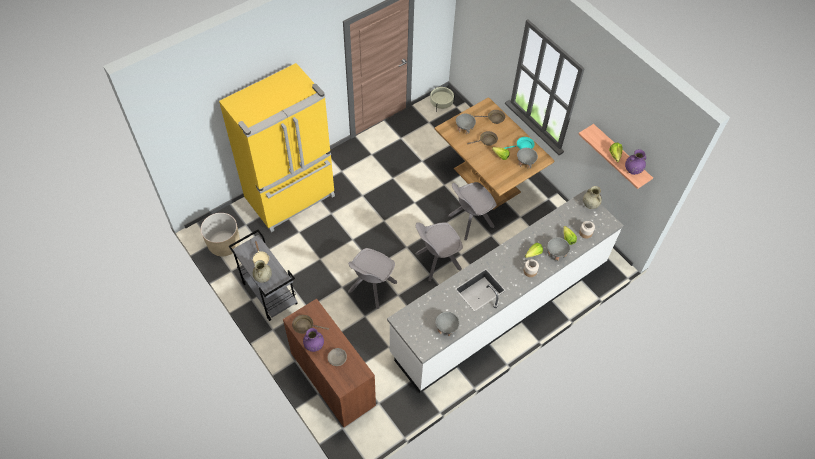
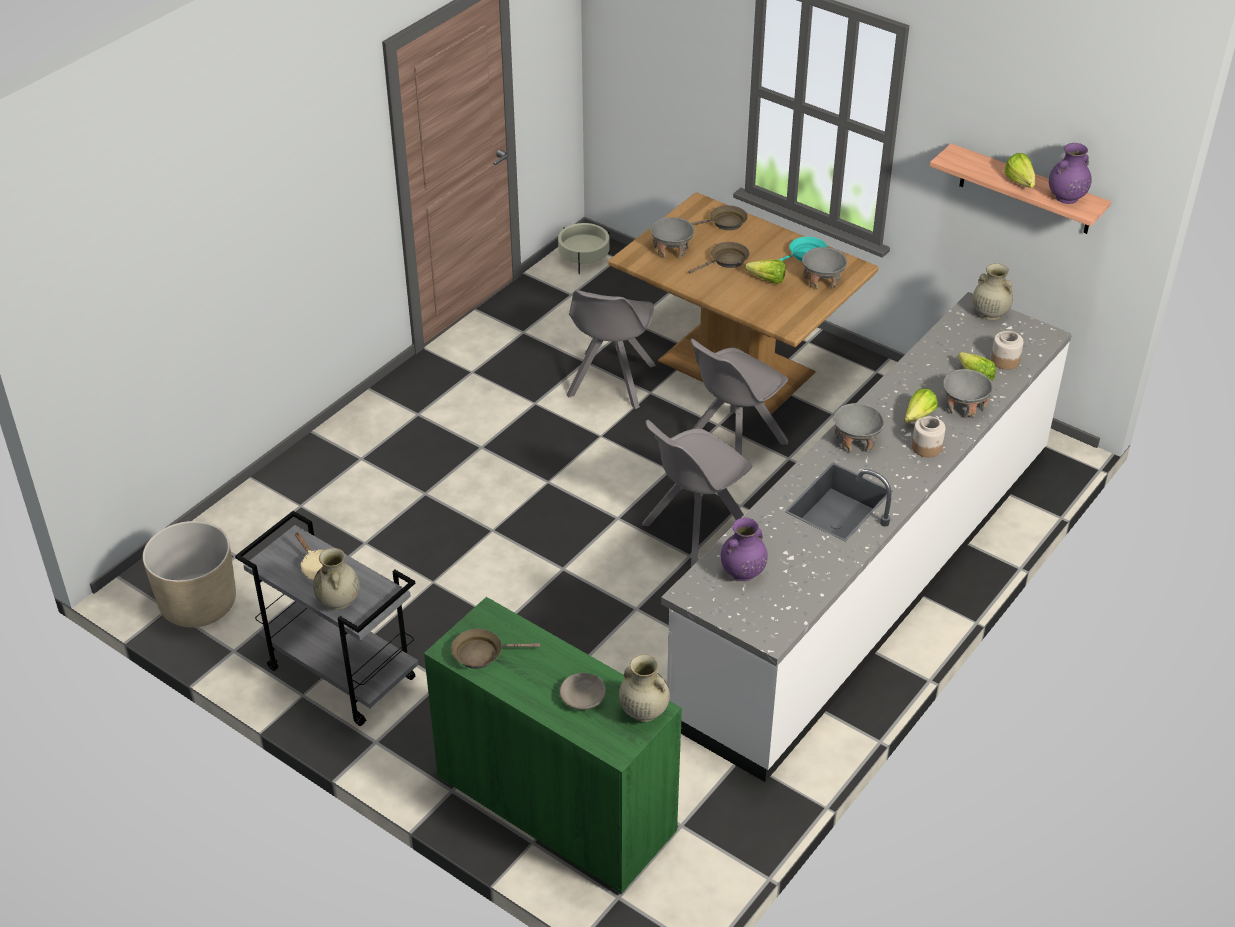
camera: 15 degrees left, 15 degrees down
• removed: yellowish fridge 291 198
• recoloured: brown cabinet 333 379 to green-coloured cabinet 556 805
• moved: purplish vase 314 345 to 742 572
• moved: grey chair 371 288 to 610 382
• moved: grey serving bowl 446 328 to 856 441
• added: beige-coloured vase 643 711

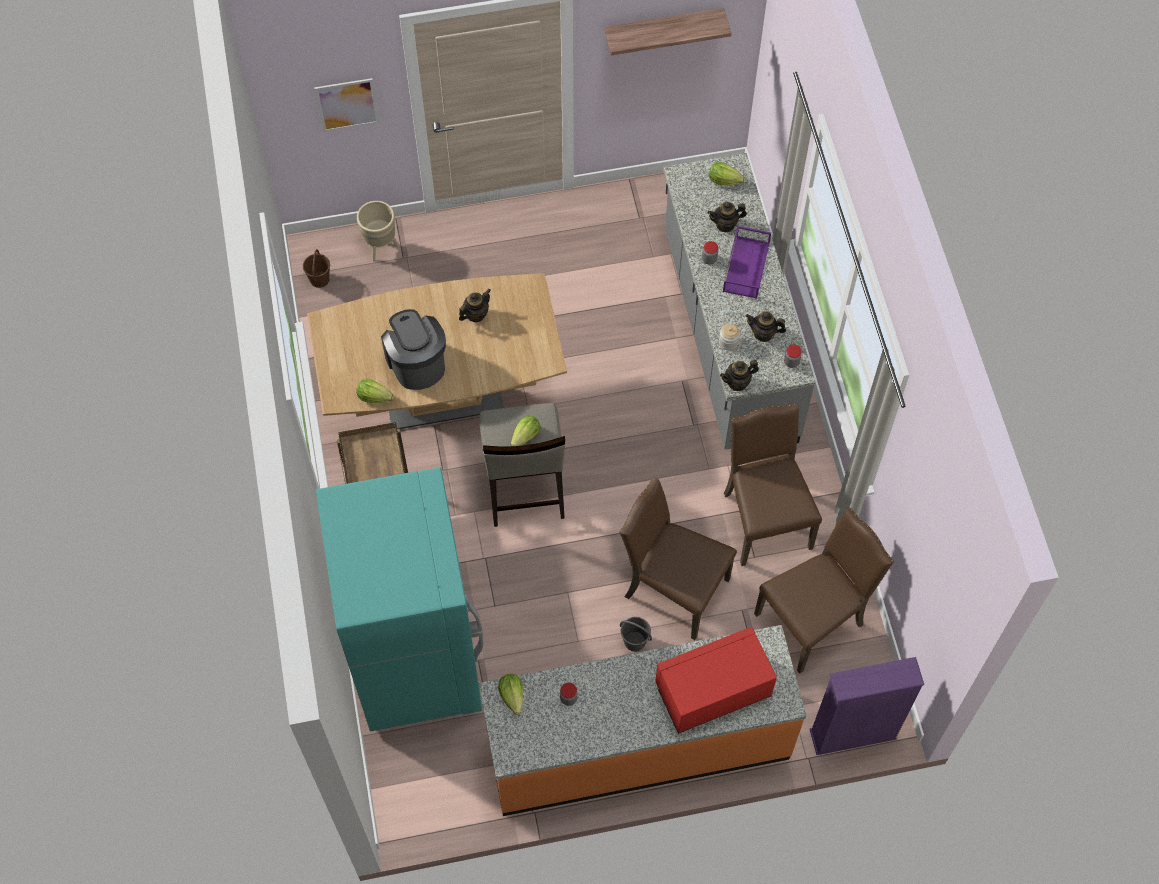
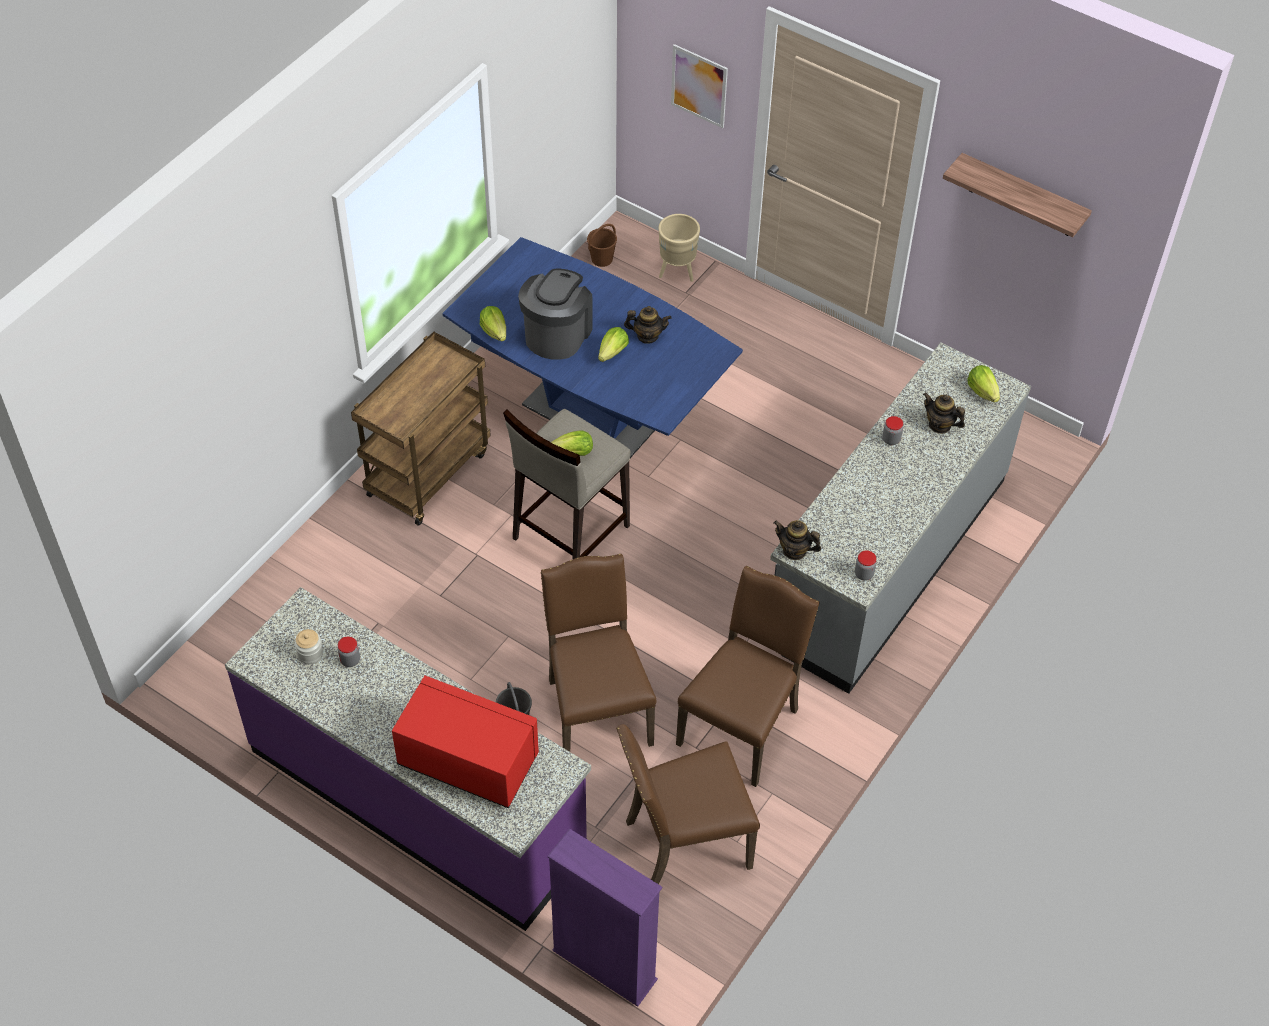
camera: 45 degrees right, 10 degrees down
• recoloured: brown kitchen table 443 396 to blue kitchen table 592 414
• removed: blue-green fridge 416 660
• recoloured: orange-coloured kitchen base unit 637 744 to purplish kitchen base unit 418 799
• moved: head of lettuce 512 695 to 613 352
• moved: preserve jar 728 342 to 310 654
• removed: purplish serving tray 745 266
• removed: tea pot 763 334
• turned: brown chair 812 620 = 684 842 150 degrees clockwise

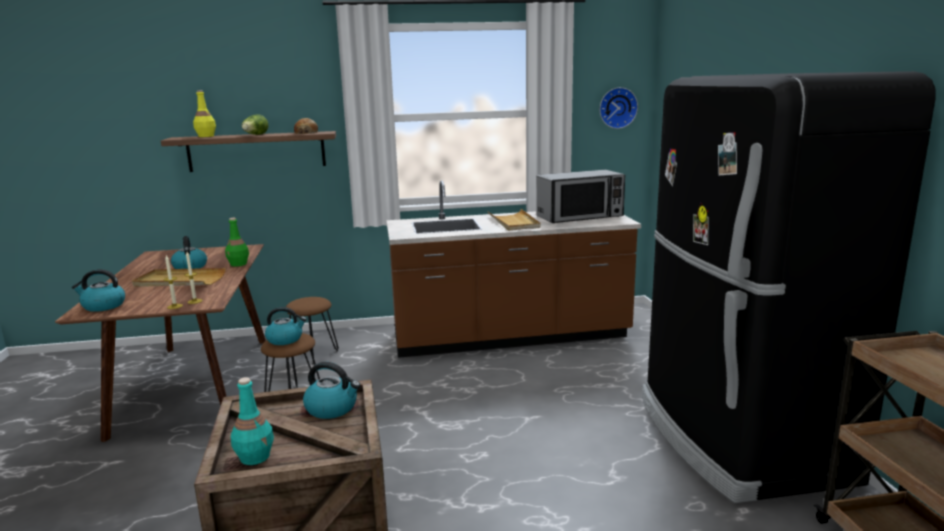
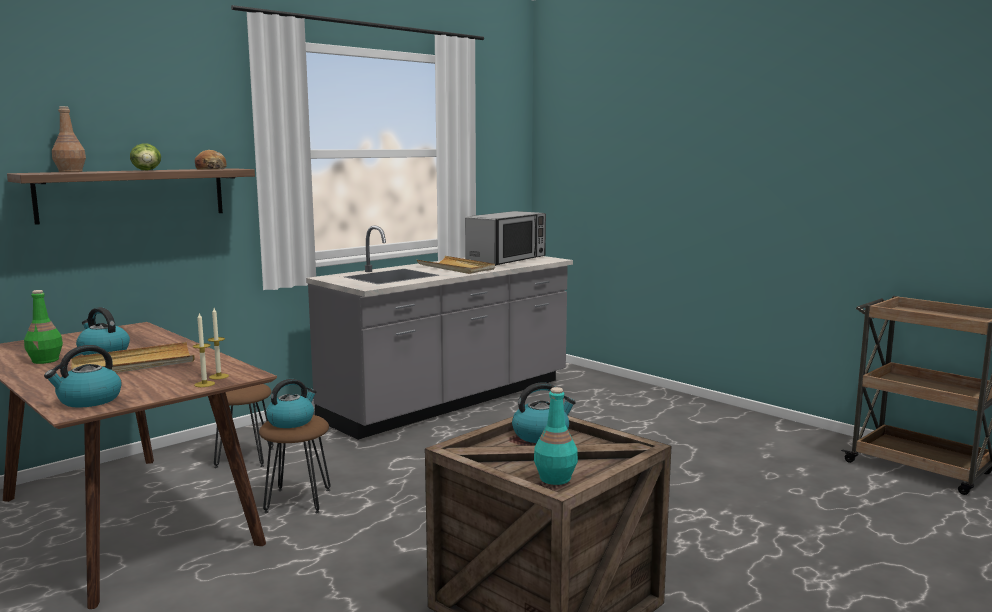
camera: 35 degrees left, 5 degrees down
• recoloured: yellowish beverage bottle 206 136 to brown beverage bottle 70 172
• moved: green-coloured beverage bottle 239 264 to 46 360
• recoloured: brown kitchen base unit 510 337 to grey kitchen base unit 450 400
• removed: clock on the wall 617 108
• removed: black fridge 737 438

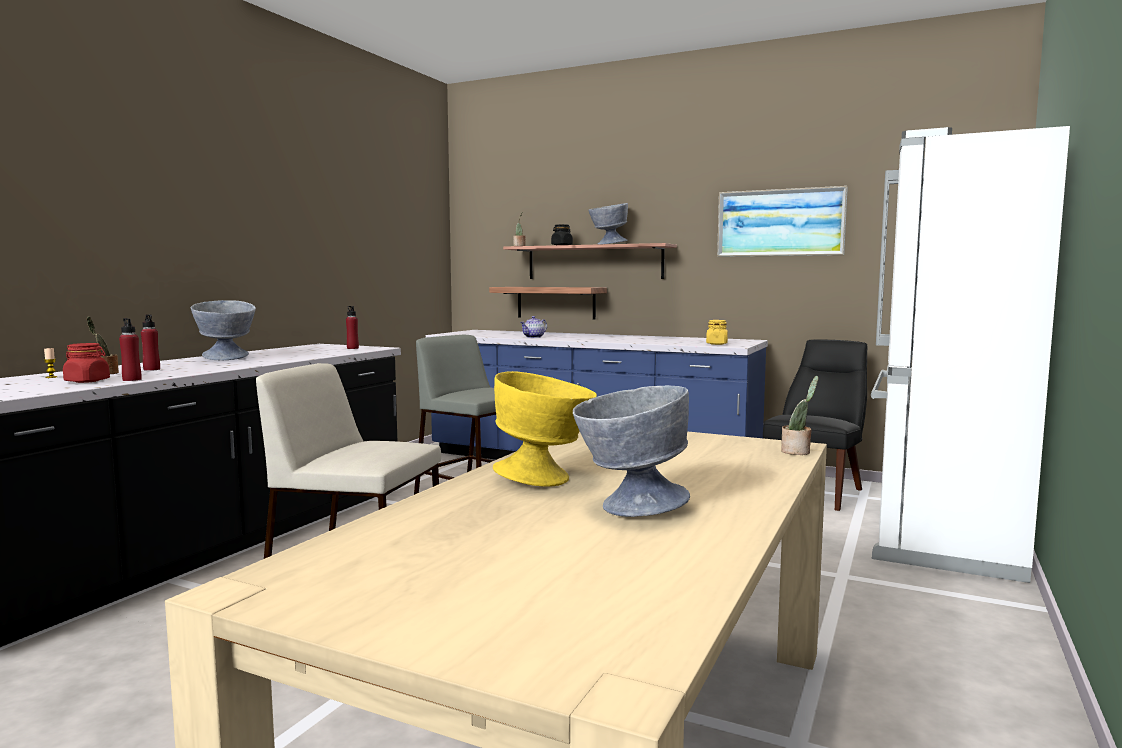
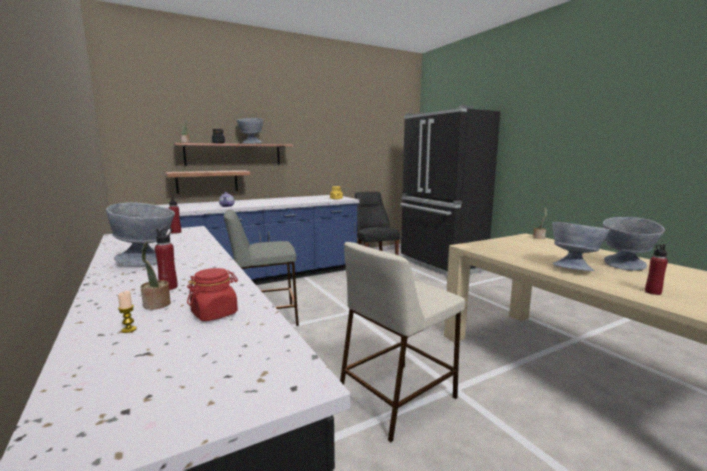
camera: 55 degrees left, 5 degrees up
• moved: reddish beverage bottle 132 379 to 653 292
• recoloured: yellowish serving bowl 545 479 to grey serving bowl 574 268
• removed: wall art 780 223
• recoloured: white fridge 940 538 to black fridge 440 265

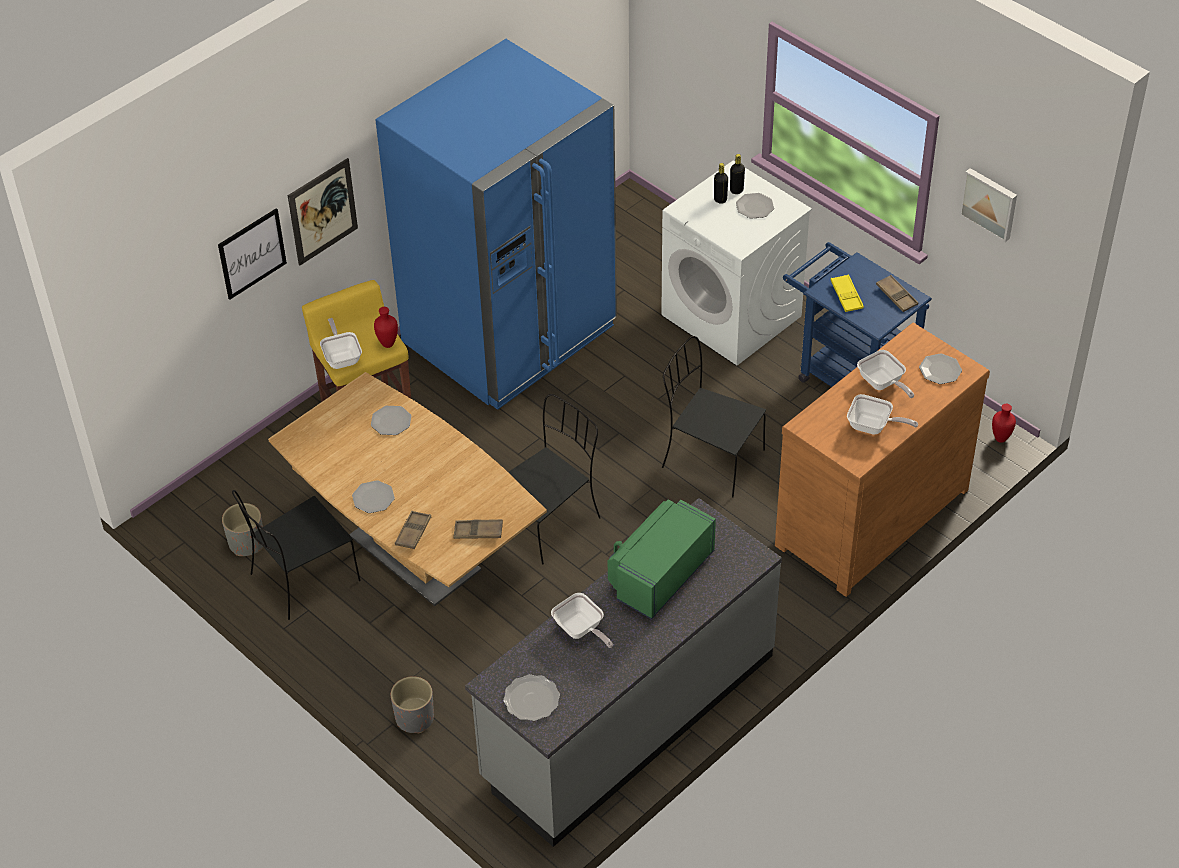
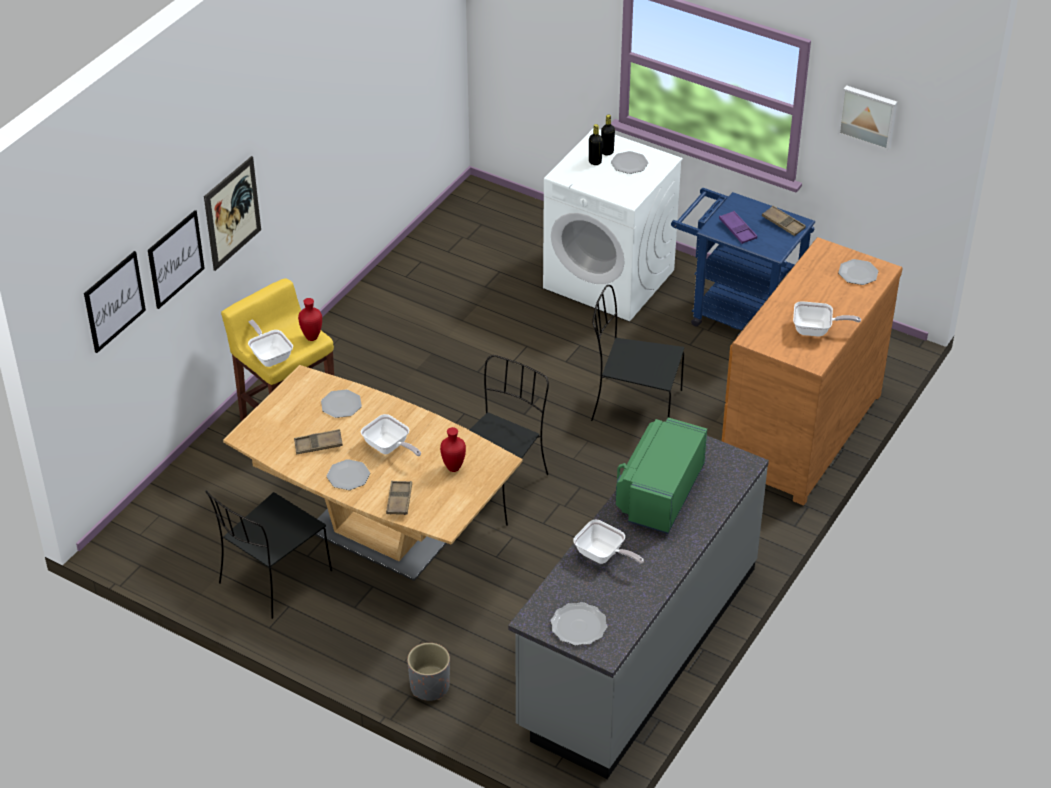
camera: 15 degrees left, 5 degrees down
• removed: grey planter 246 543
• removed: blue fridge 509 335
• moved: brown serving tray 478 532 to 318 445
• recoloured: yellowish serving tray 846 296 to purplish serving tray 737 230
• moved: frying pan 882 384 to 389 448
• moved: reddish vase 1000 439 to 452 468
• added: wall art 114 301

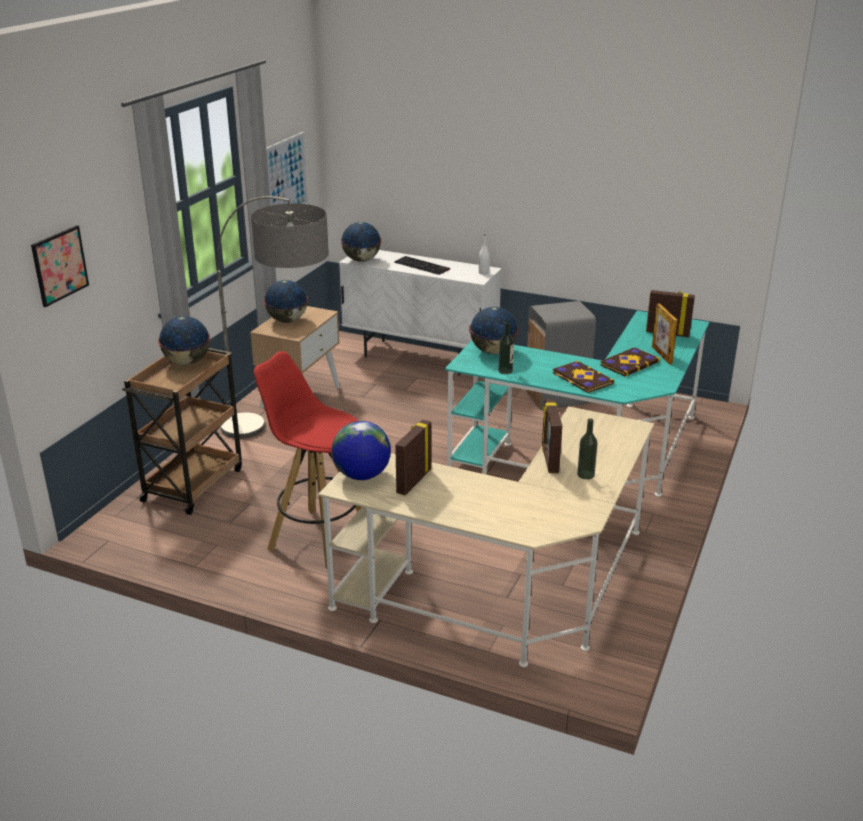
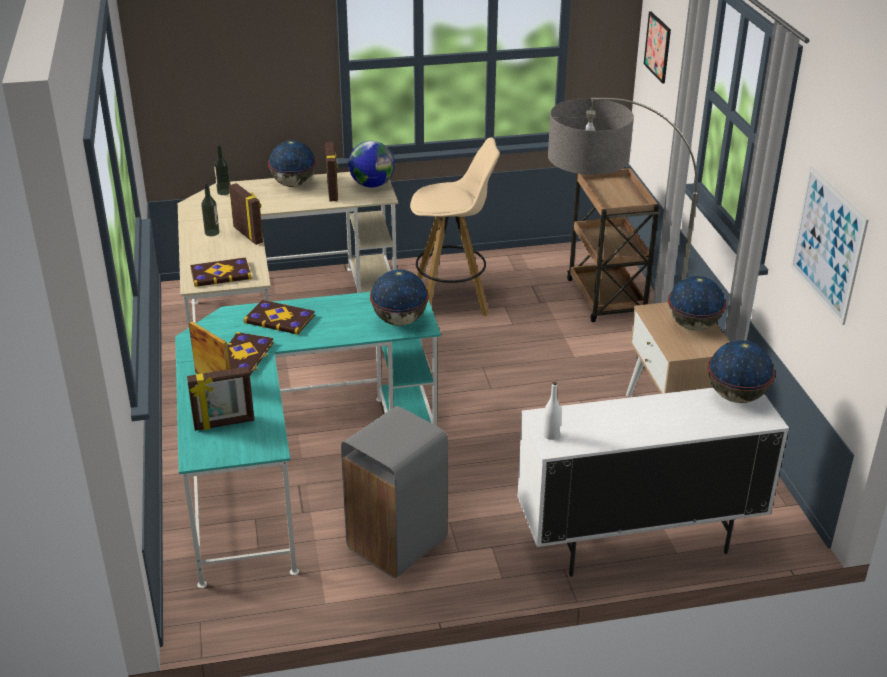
camera: 145 degrees right, 5 degrees up
• moved: desk globe 187 362 to 293 184
• recoloured: reddish stool 318 538 to beige-coloured stool 452 299
• removed: keyboard 423 266
• moved: beverage bottle 505 371 to 224 192
• added: volume 220 274

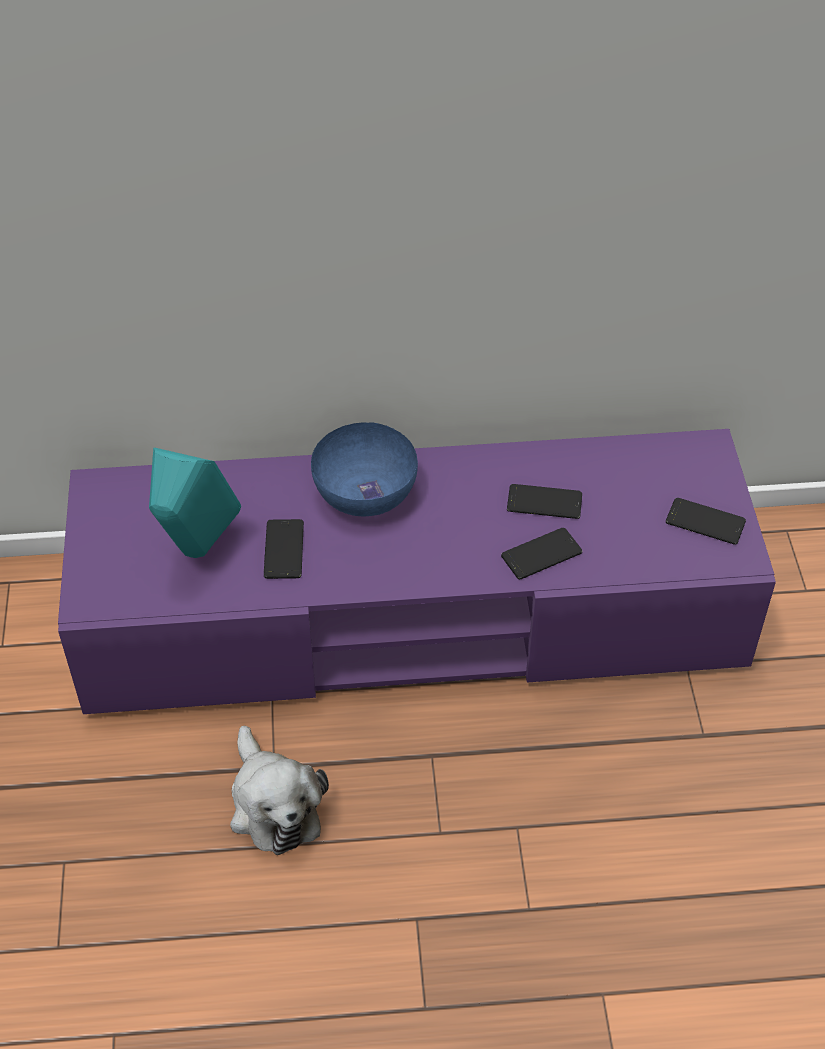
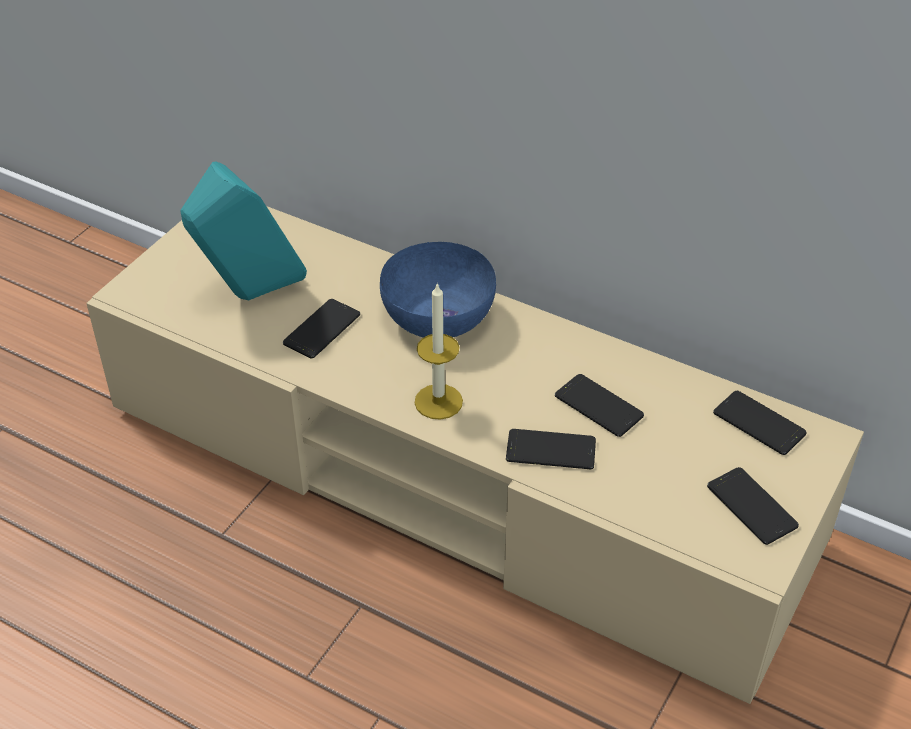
camera: 35 degrees right, 5 degrees down
• recoloured: purplish tv unit 412 616 to beige-coloured tv unit 455 474
• removed: plush toy 273 804
• added: wax candle 438 401
• added: telephone 759 423

